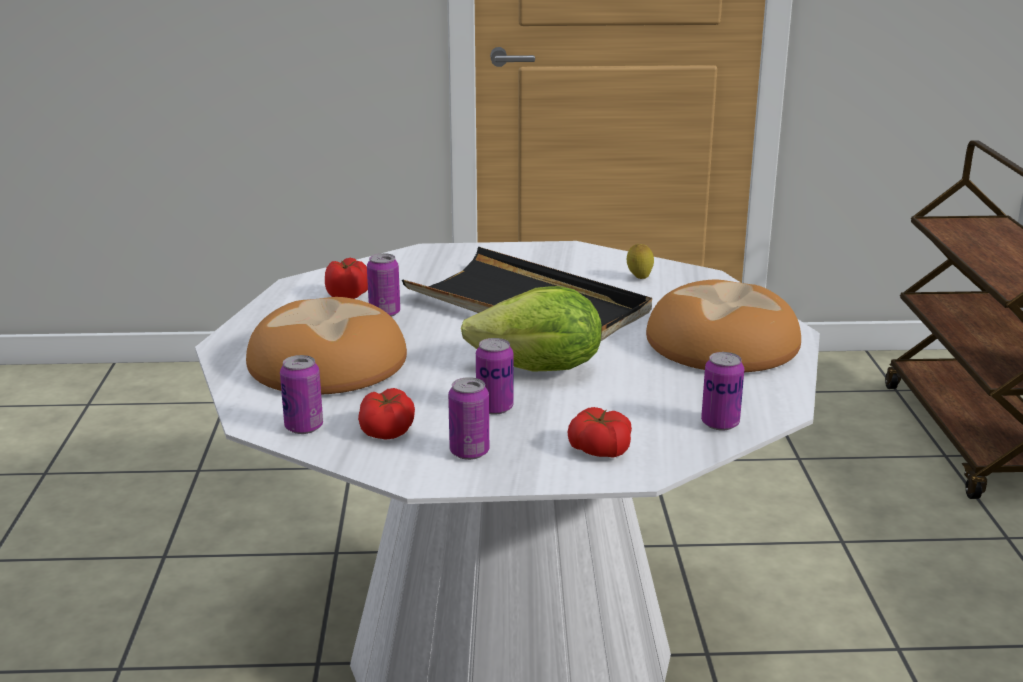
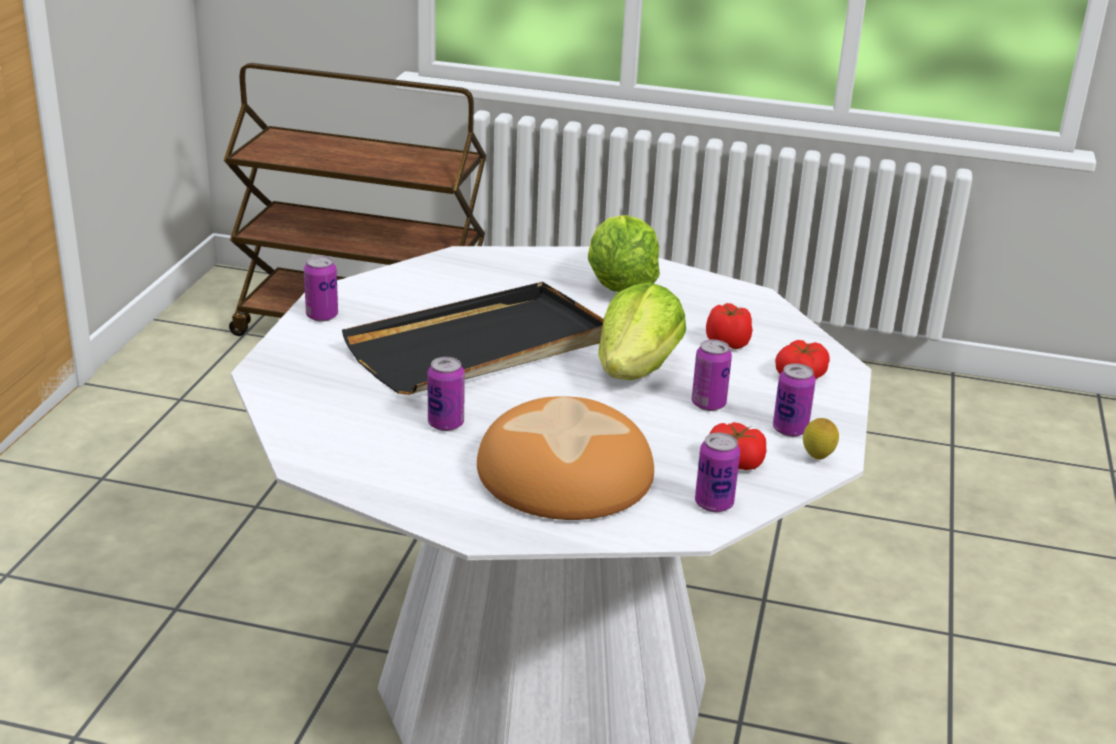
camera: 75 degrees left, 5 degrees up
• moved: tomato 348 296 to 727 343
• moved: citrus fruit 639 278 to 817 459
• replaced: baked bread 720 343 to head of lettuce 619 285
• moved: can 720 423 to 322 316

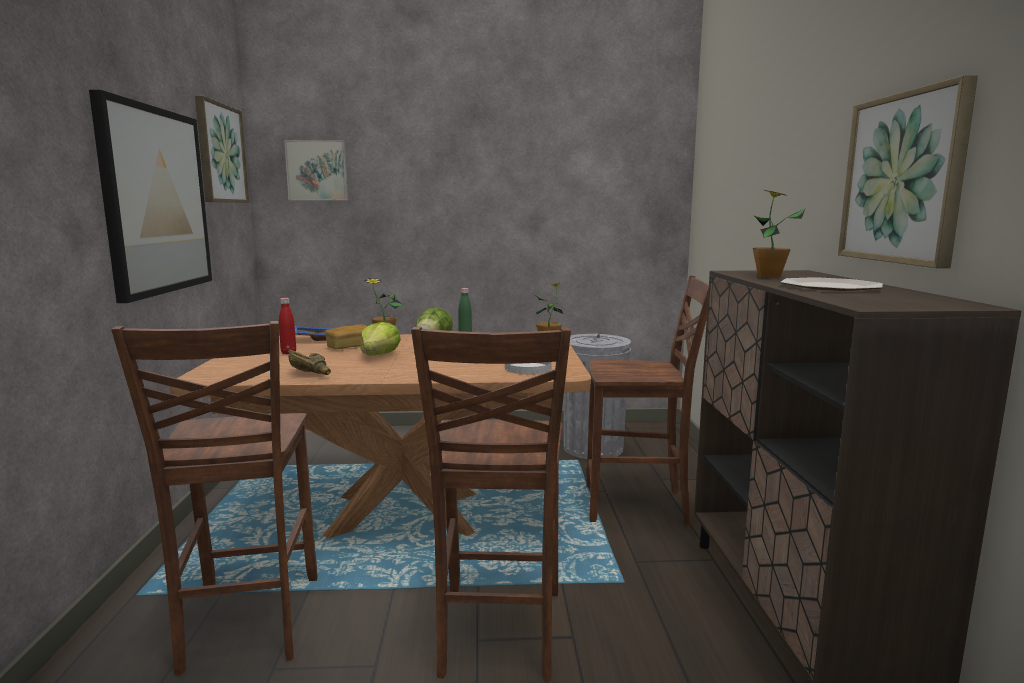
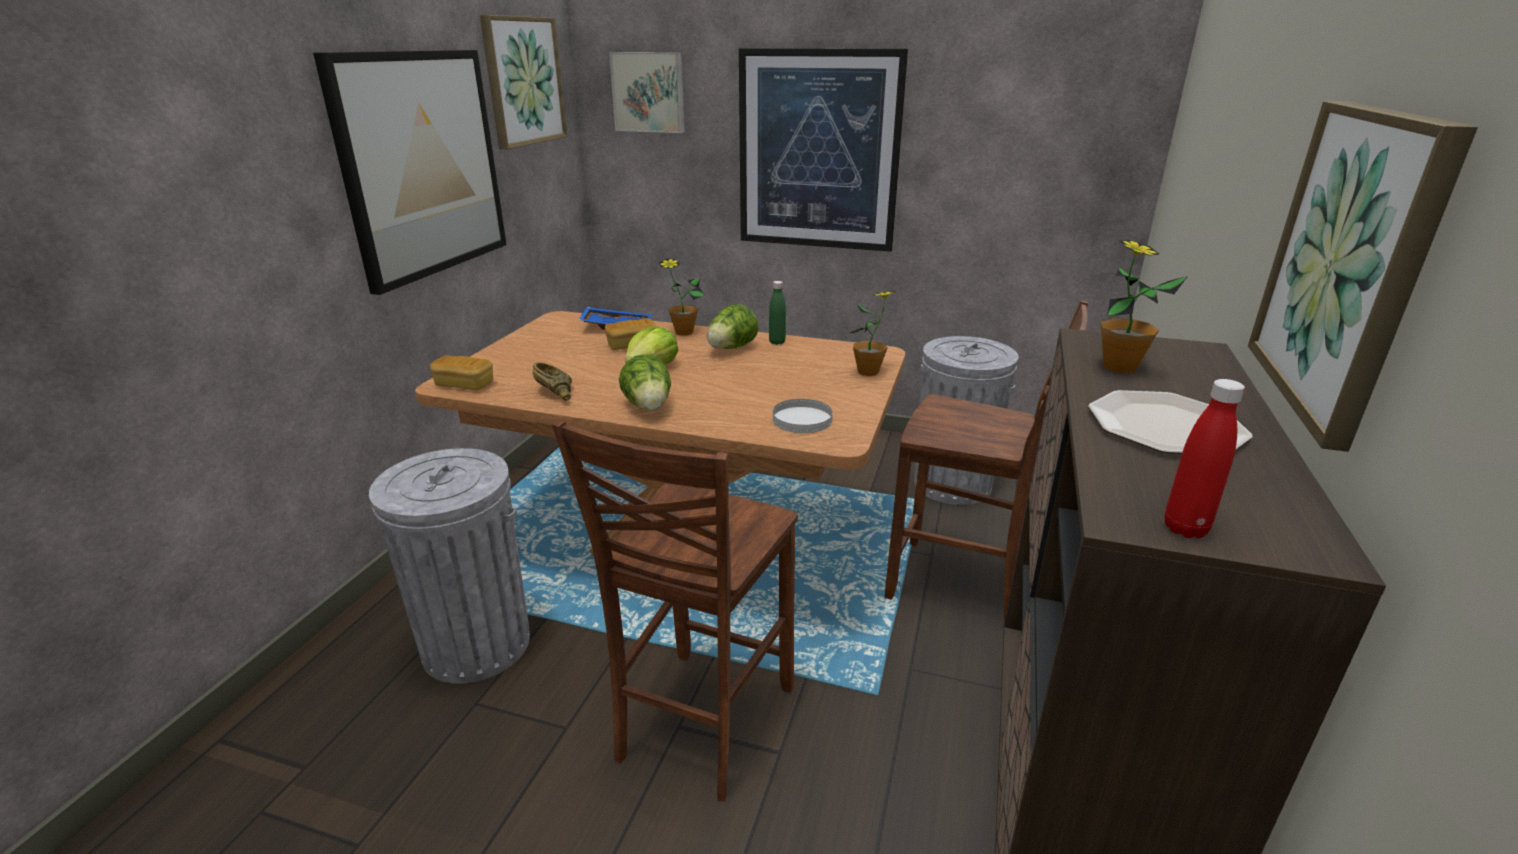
camera: 20 degrees right, 15 degrees up
• replaced: brown chair 247 624 to grey waste bin 476 645
• moved: reddish beverage bottle 288 353 to 1185 528
• added: baked bread 464 385
• added: head of lettuce 649 407
• added: wall art 818 152

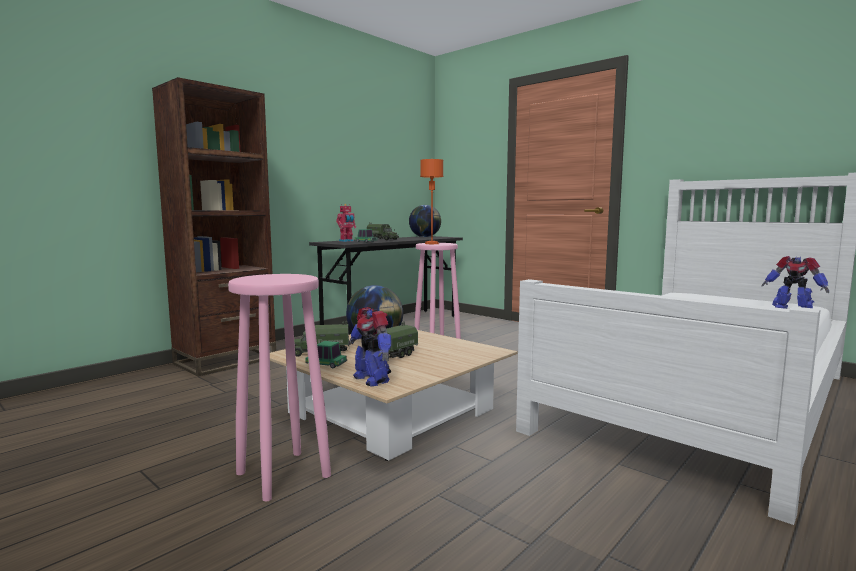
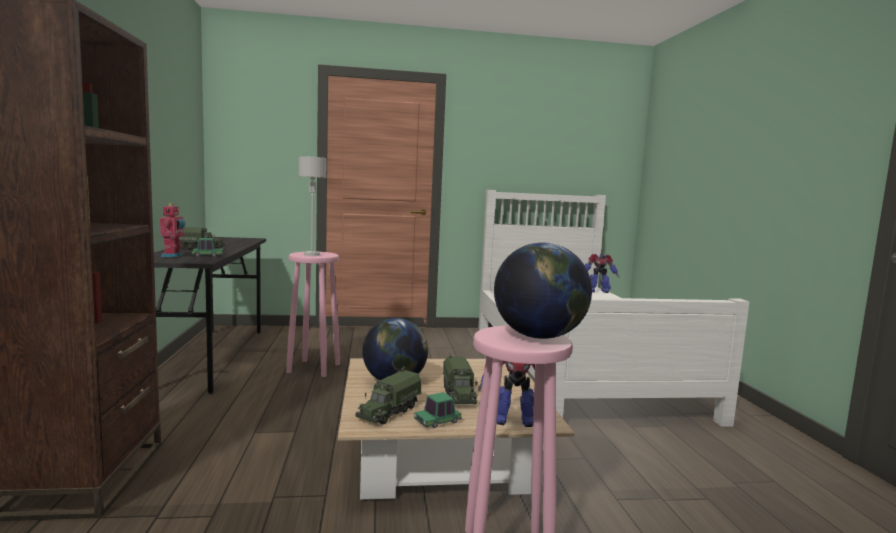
camera: 50 degrees left, 0 degrees up
• moved: desk globe 425 237 to 539 336
• recoloured: orange-coloured tabletop lamp 432 243 to grey tabletop lamp 312 255

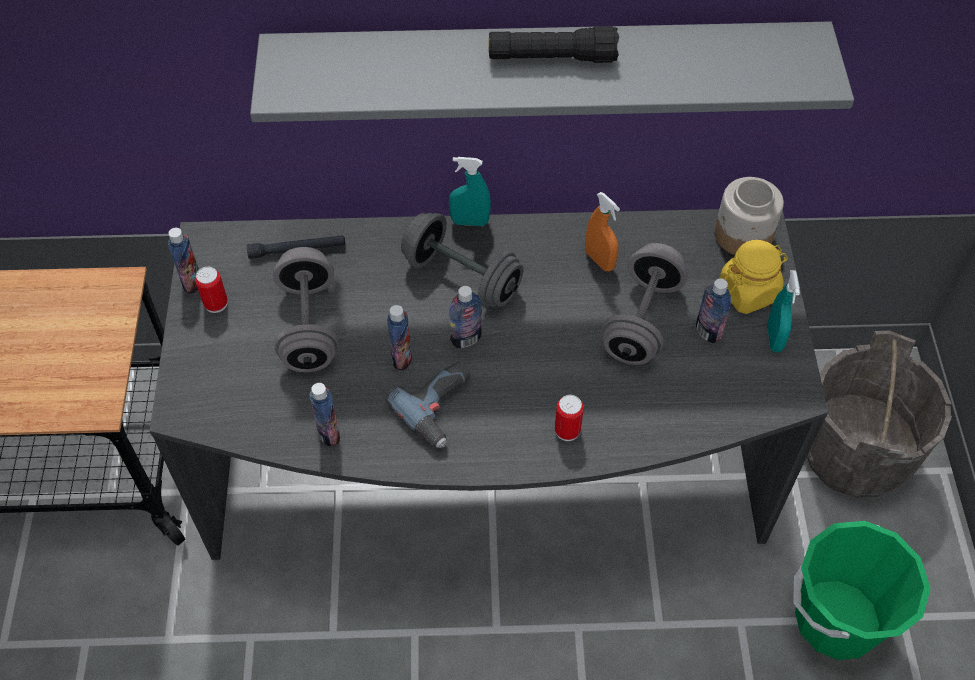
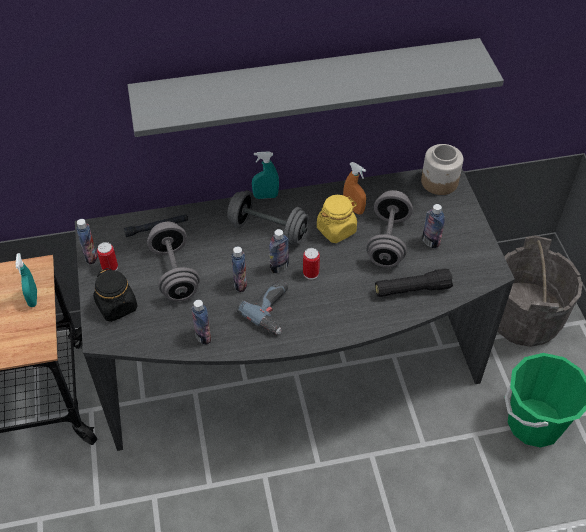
camera: 10 degrees left, 5 degrees down
• moved: black hand torch 552 58 to 412 290
• moved: can 567 430 to 311 273
• moved: yellowish preserve jar 748 292 to 336 230
• moved: blue-green sprayer 774 338 to 33 298
• added: black preserve jar 117 306

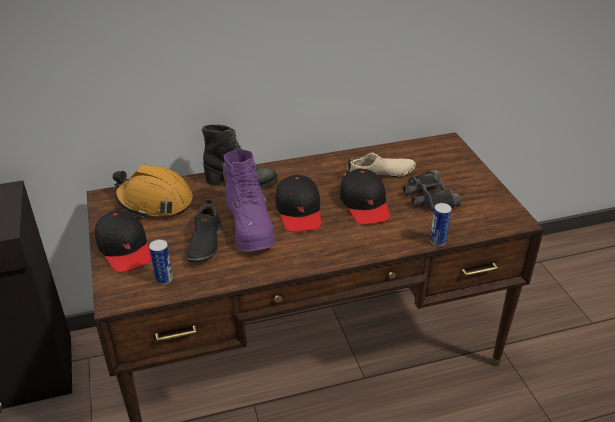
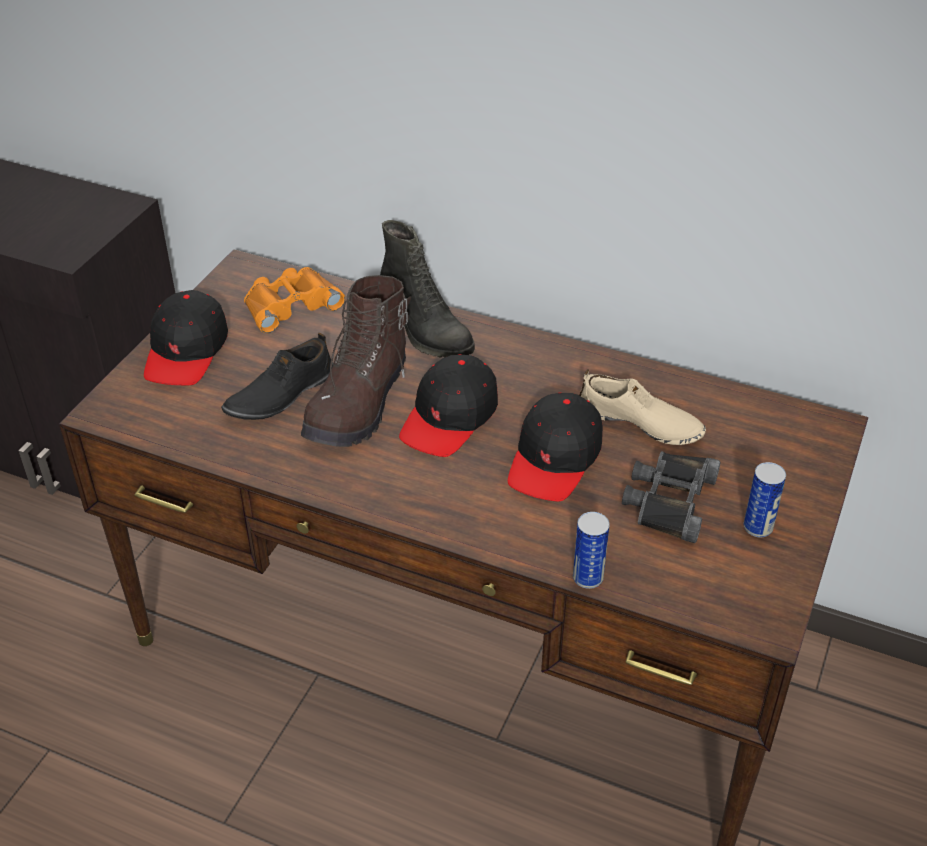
camera: 40 degrees right, 5 degrees up
• replaced: orange-coloured work helmet 154 201 to orange-coloured pair of binoculars 290 304
• moved: can 164 279 to 758 527
• recoloured: purplish high-top boot 250 226 to brown high-top boot 360 403

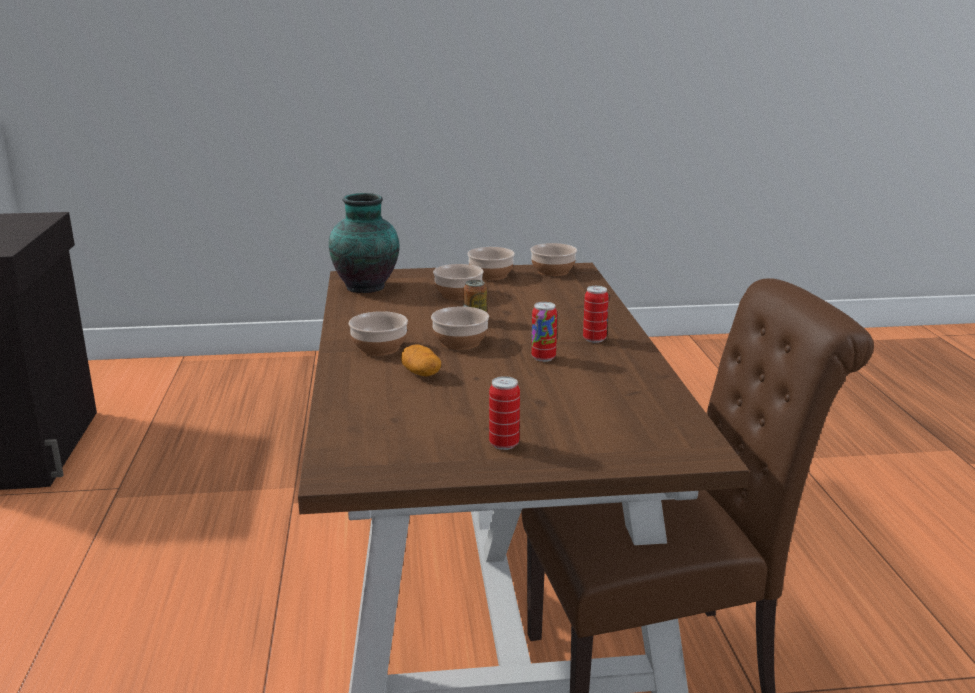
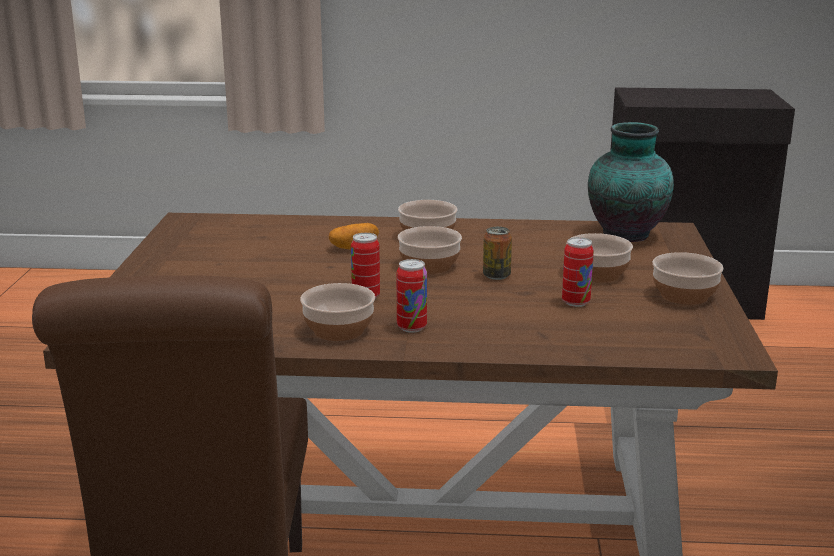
camera: 100 degrees right, 0 degrees up
• moved: can 504 444 to 575 302
• moved: serving bowl 552 271 to 338 330

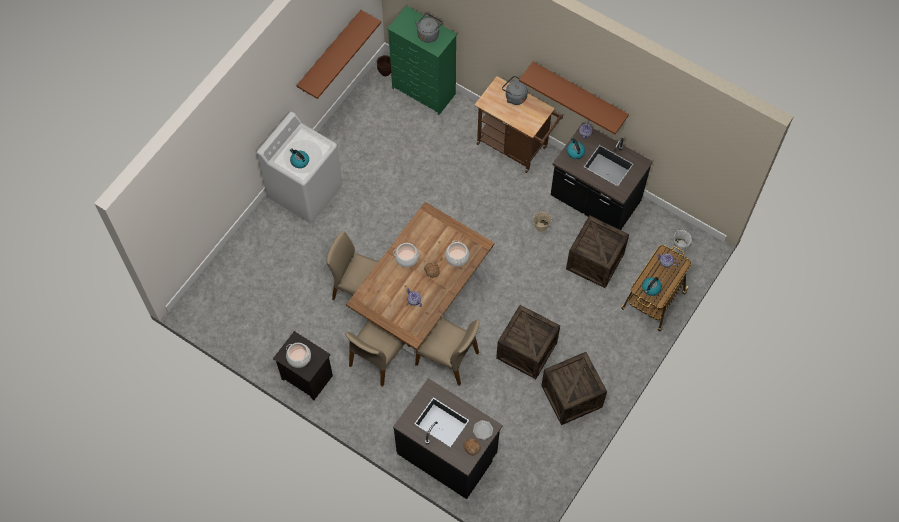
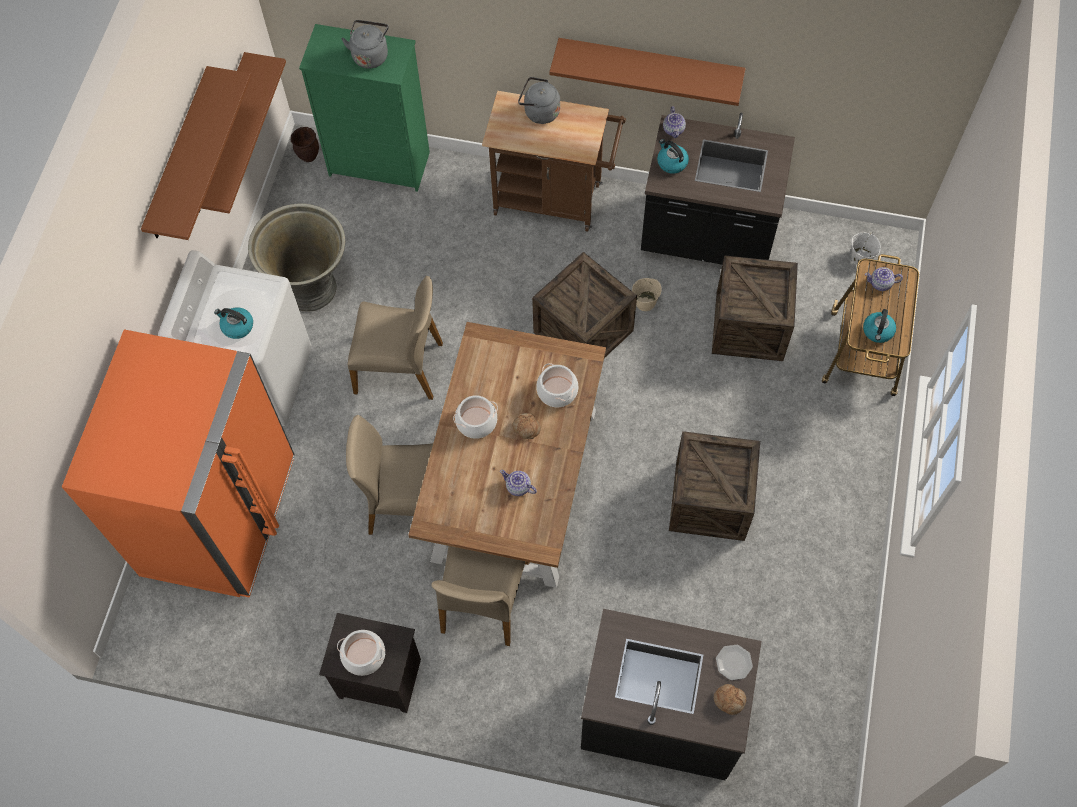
camera: 20 degrees left, 0 degrees up
• moved: beige-coloured chair 448 358 to 400 367
• moved: packing crate 571 396 to 583 331
• added: orange-coloured fridge 220 516
• added: brown wall shelf 179 156
• added: grey planter 311 287

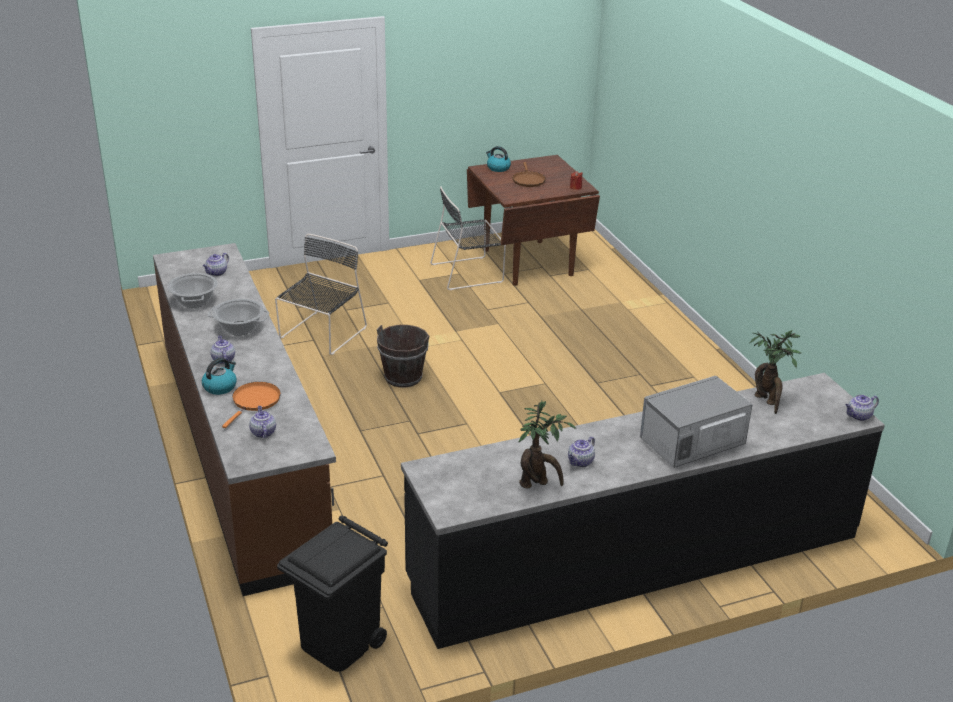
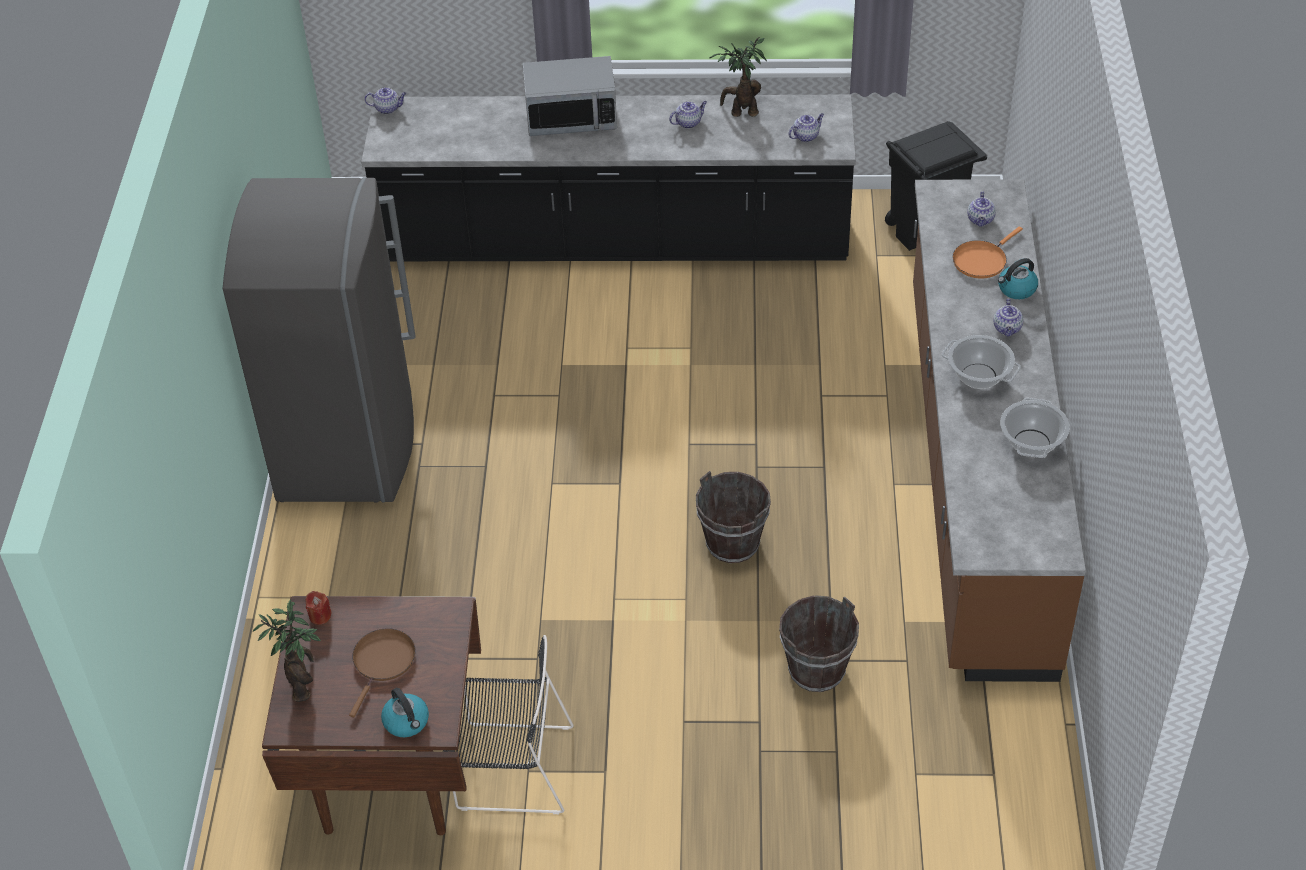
camera: 155 degrees left, 15 degrees up
• moved: tea pot 216 273 to 806 136
• replaced: black chair 321 334 to brown water bucket 816 670
• moved: potted plant 767 401 to 302 684
• added: grey fridge 348 447

